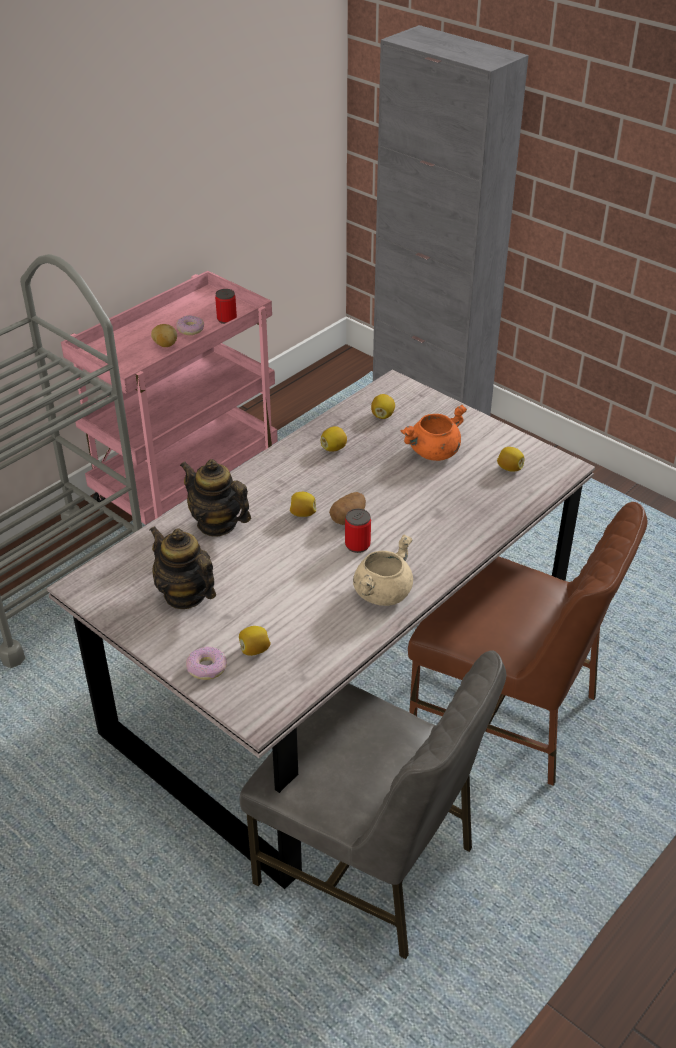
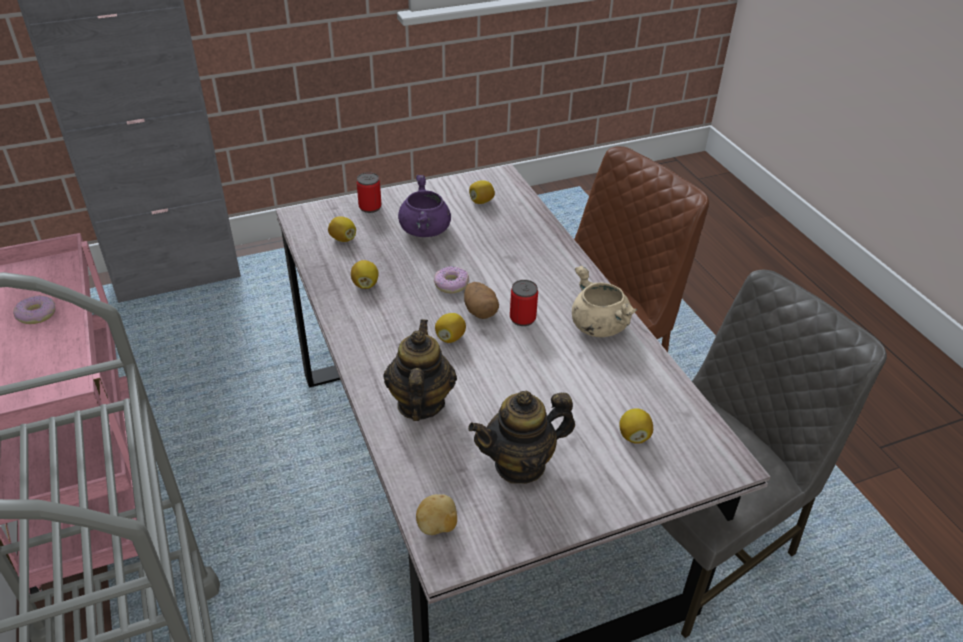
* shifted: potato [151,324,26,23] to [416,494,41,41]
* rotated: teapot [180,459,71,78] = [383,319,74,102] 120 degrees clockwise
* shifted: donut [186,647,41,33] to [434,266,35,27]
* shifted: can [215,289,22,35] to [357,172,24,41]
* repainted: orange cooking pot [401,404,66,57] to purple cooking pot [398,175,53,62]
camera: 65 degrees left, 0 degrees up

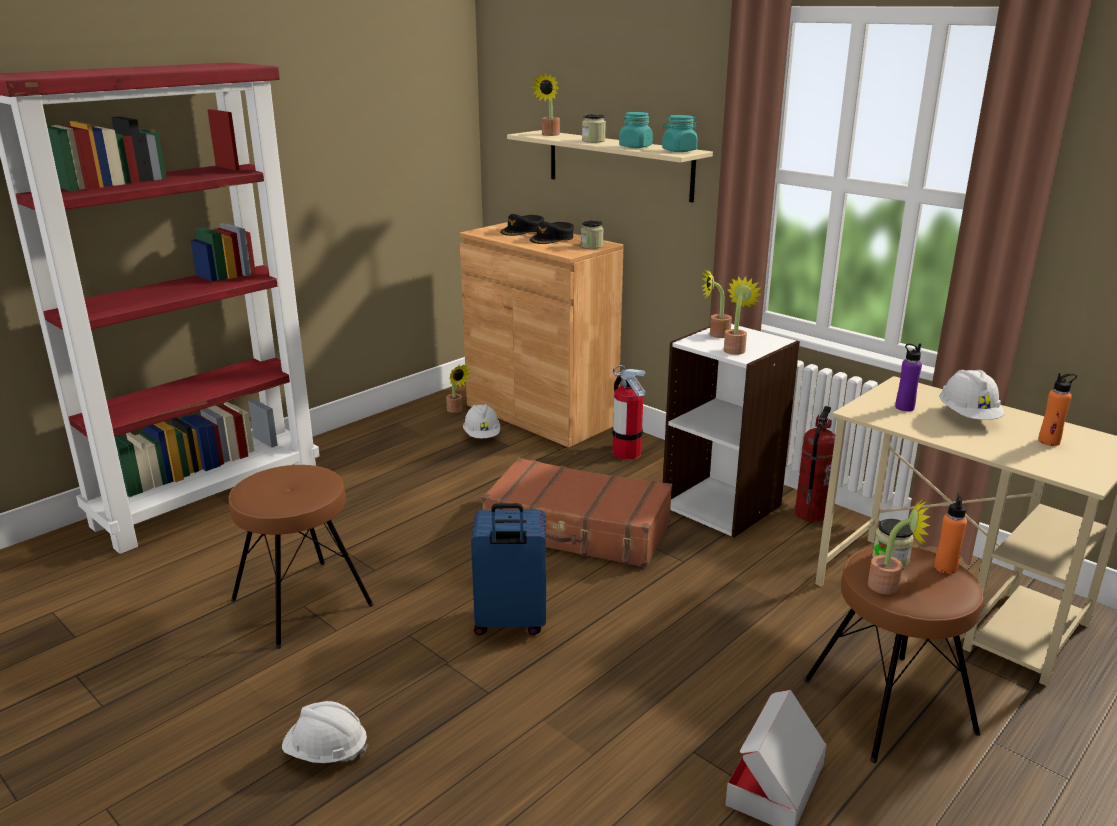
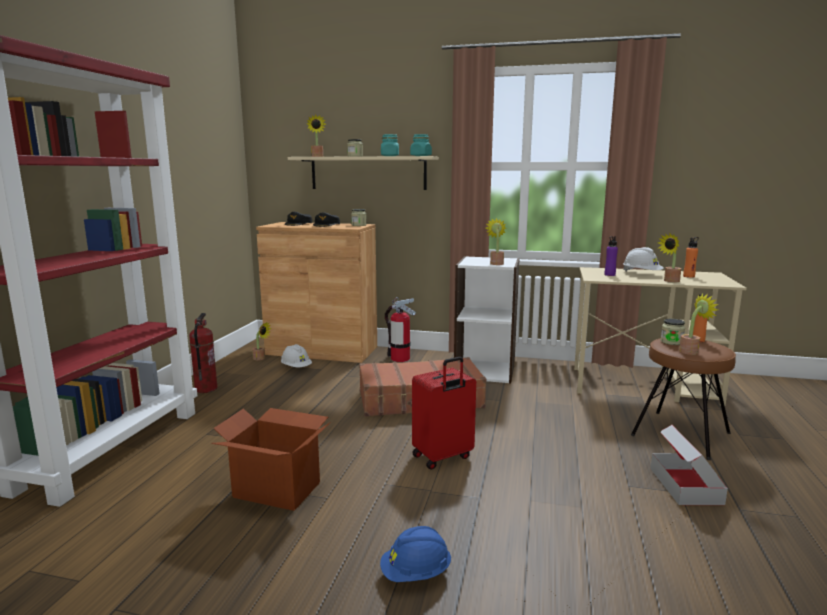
* swapped: brown stool [228,465,146,184] to cardboard box [211,408,120,103]
* repainted: white hard hat [282,701,86,62] to blue hard hat [380,526,71,56]
* repainted: blue suitcase [471,503,75,132] to red suitcase [412,357,64,113]
* shifted: potted plant [701,268,31,70] to [657,233,24,49]
* shifted: fire extinguisher [795,406,40,116] to [189,313,28,80]
camera: 30 degrees left, 10 degrees down

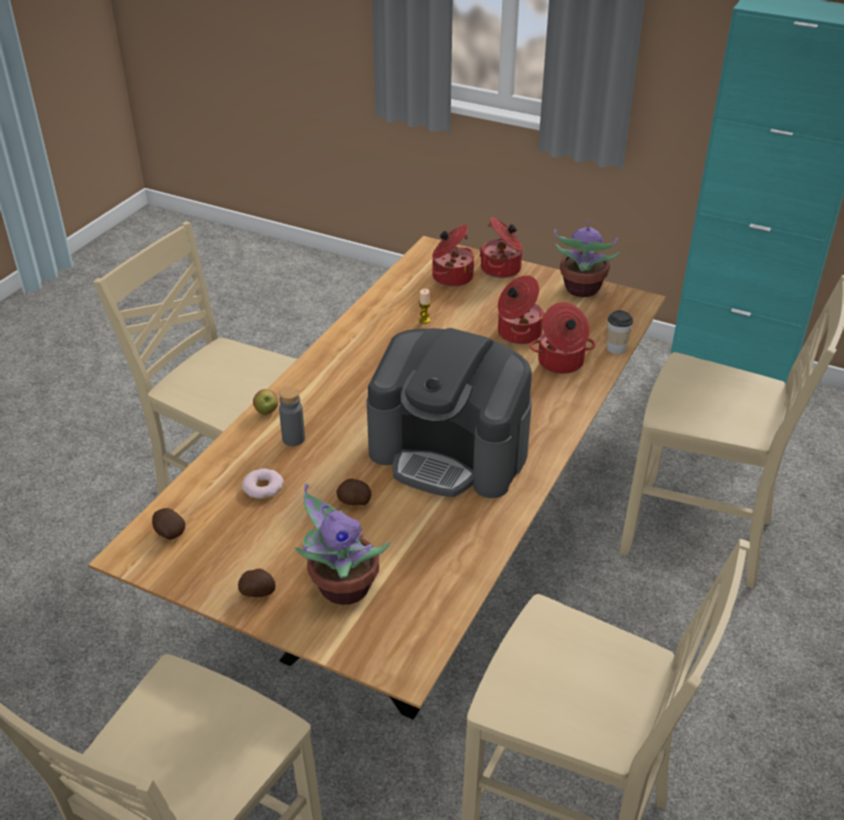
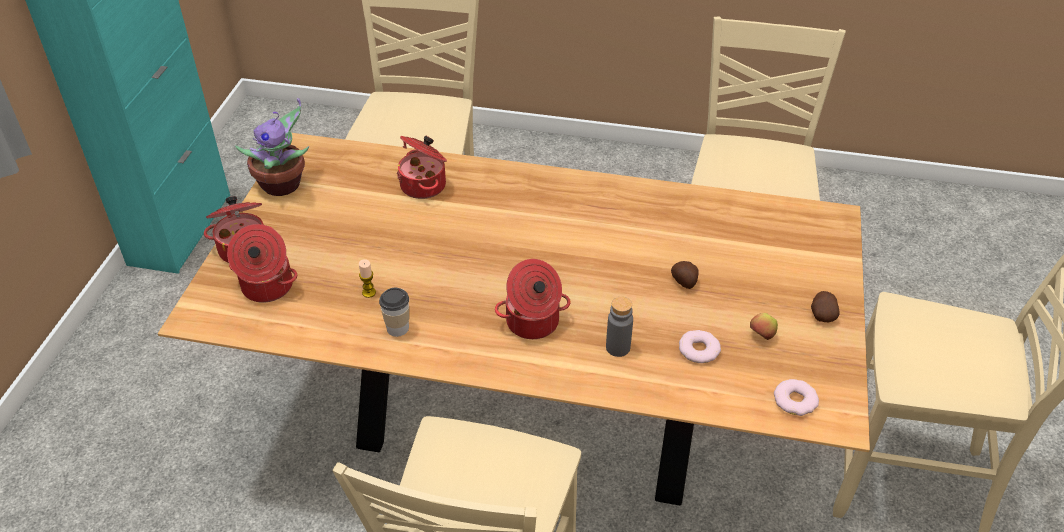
* swapped: potato [152,508,33,32] to donut [774,379,45,37]
* shifted: apple [253,389,25,26] to [750,313,28,27]
* gone: potted plant [294,483,97,122]
* gone: coffee machine [366,328,166,170]
* shifted: cooking pot [498,276,47,68] to [495,259,76,80]
* shifted: cup [607,310,26,44] to [379,288,30,49]
camera: 105 degrees left, 5 degrees up

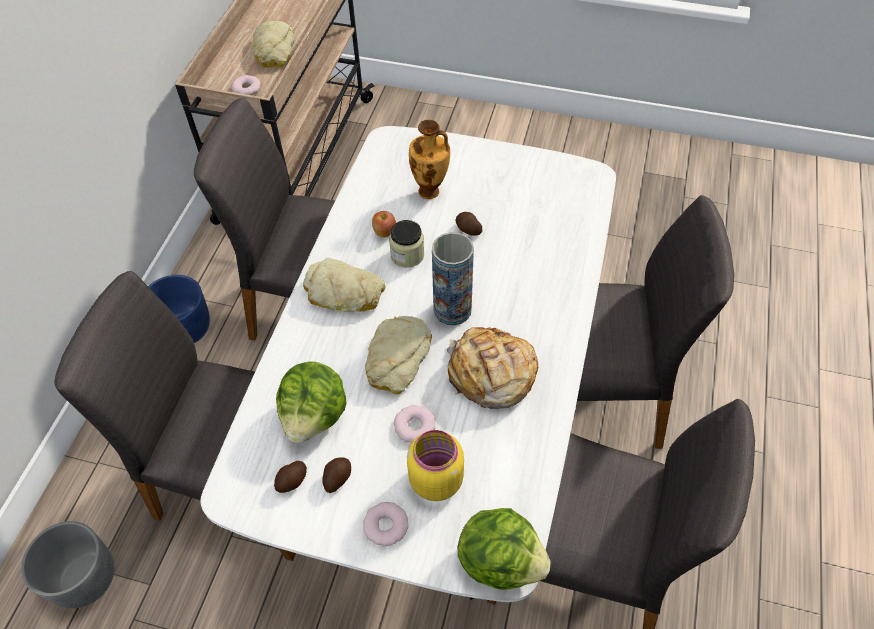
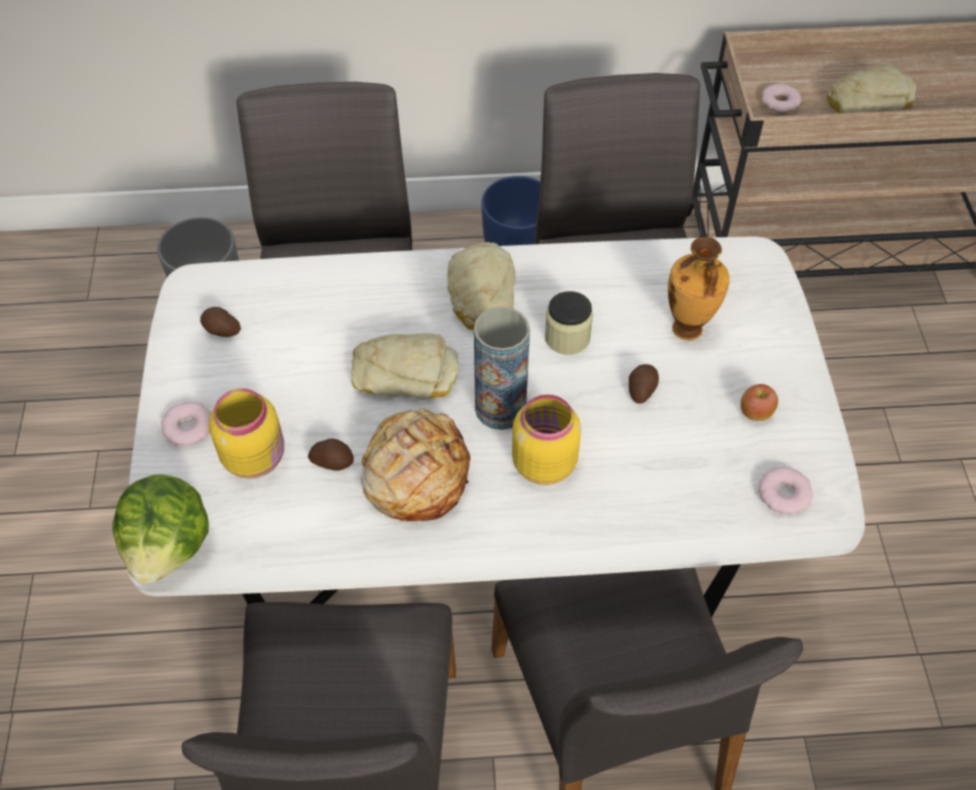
* gone: lettuce [276,361,71,82]
* shifted: potato [322,457,29,36] to [308,438,46,33]
* shifted: apple [372,211,24,27] to [740,384,38,37]
* shifted: donut [394,405,41,38] to [759,466,54,48]
* new: yellow jar [512,394,69,91]
camera: 70 degrees right, 0 degrees up

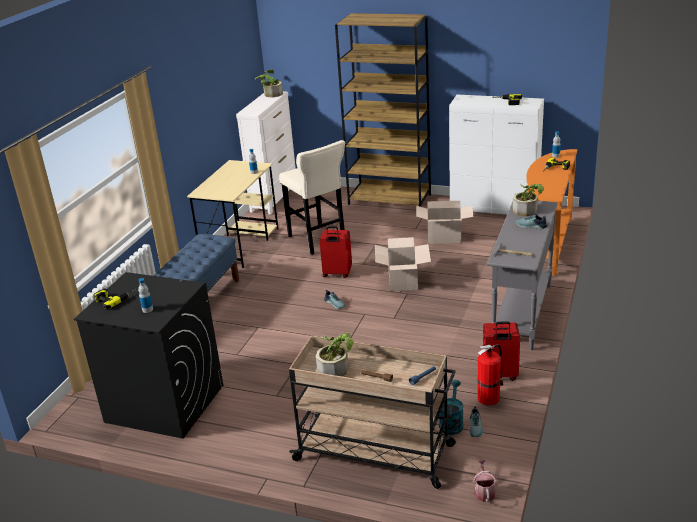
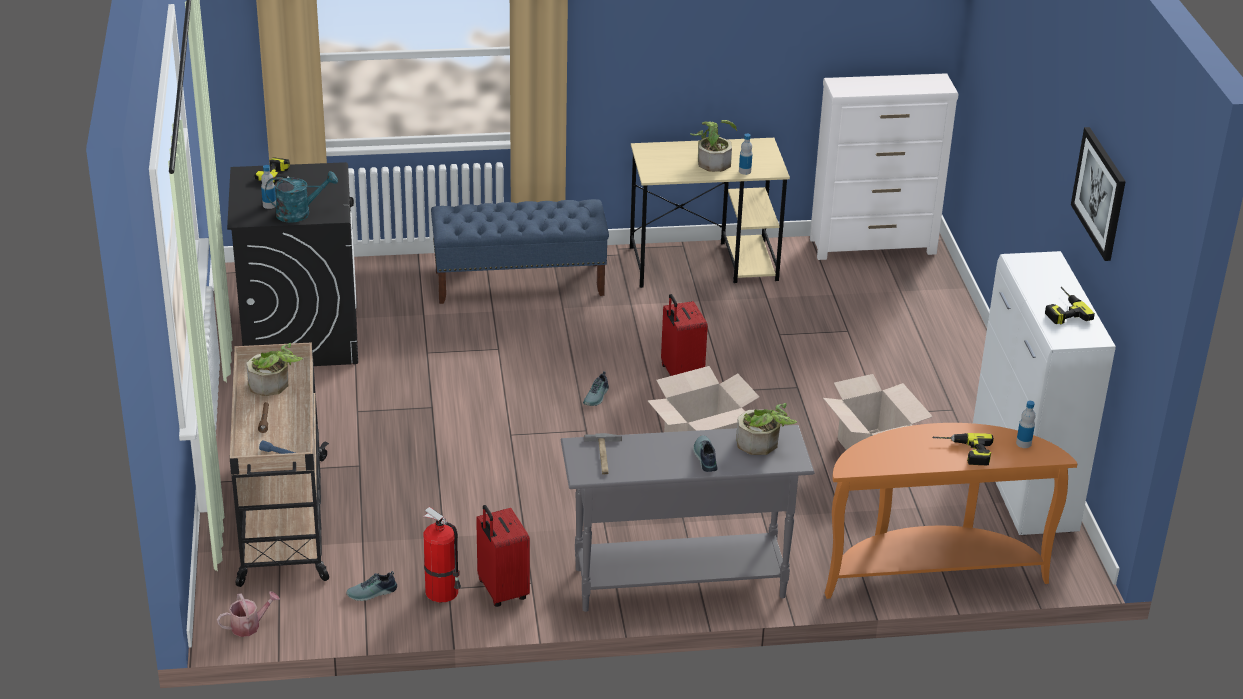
* shifted: potted plant [255,70,28,28] to [690,120,47,52]
* gone: beige stool [279,140,66,115]
* gone: brown bookcase [335,13,96,194]
* shifted: turquoise watering can [439,380,25,55] to [265,171,73,52]
* new: picture [1071,127,55,134]
camera: 60 degrees right, 5 degrees up

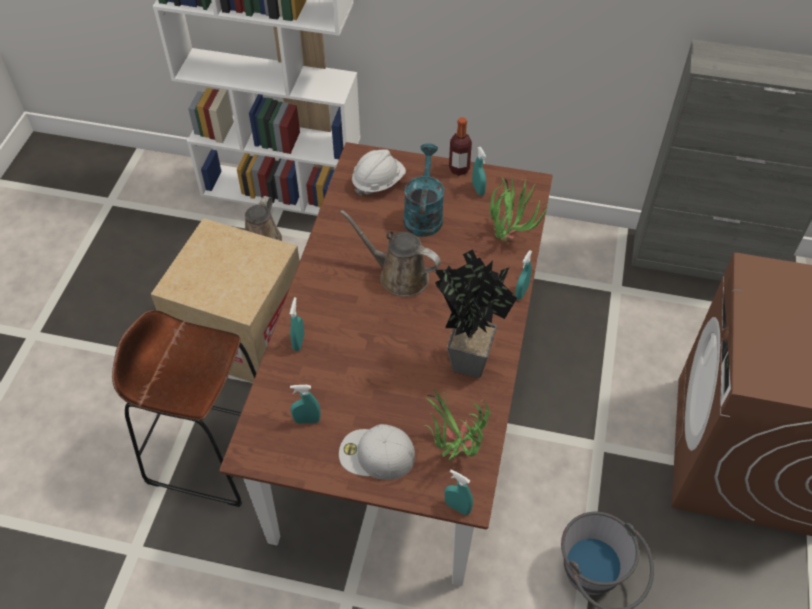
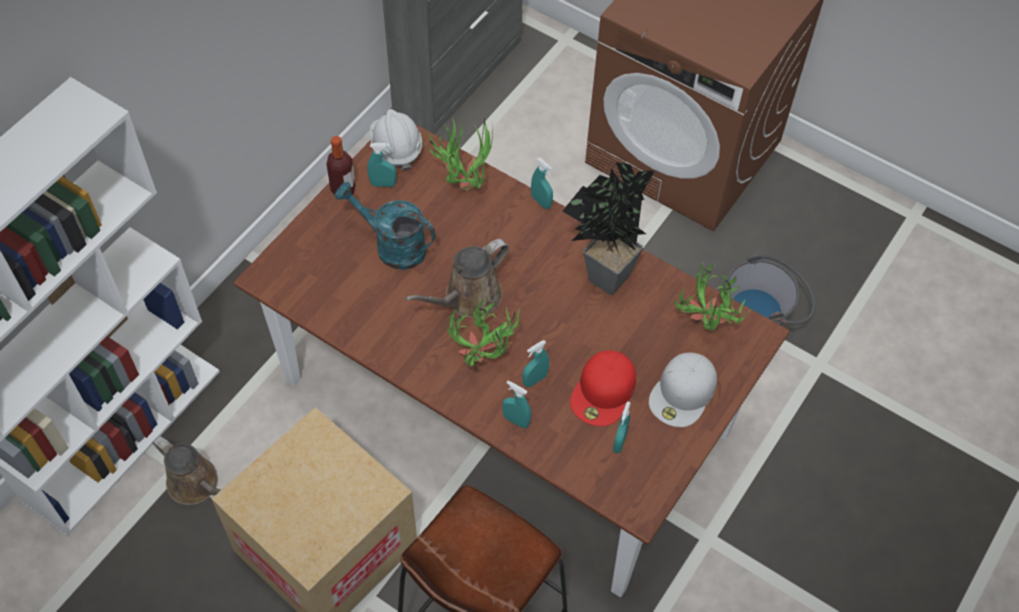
* shifted: white hard hat [352,150,54,46] to [370,109,52,61]
* shifted: turquoise spray bottle [444,469,29,46] to [522,340,27,47]
* new: potted plant [447,299,75,67]
* new: red cap [570,350,66,76]
camera: 70 degrees left, 5 degrees up

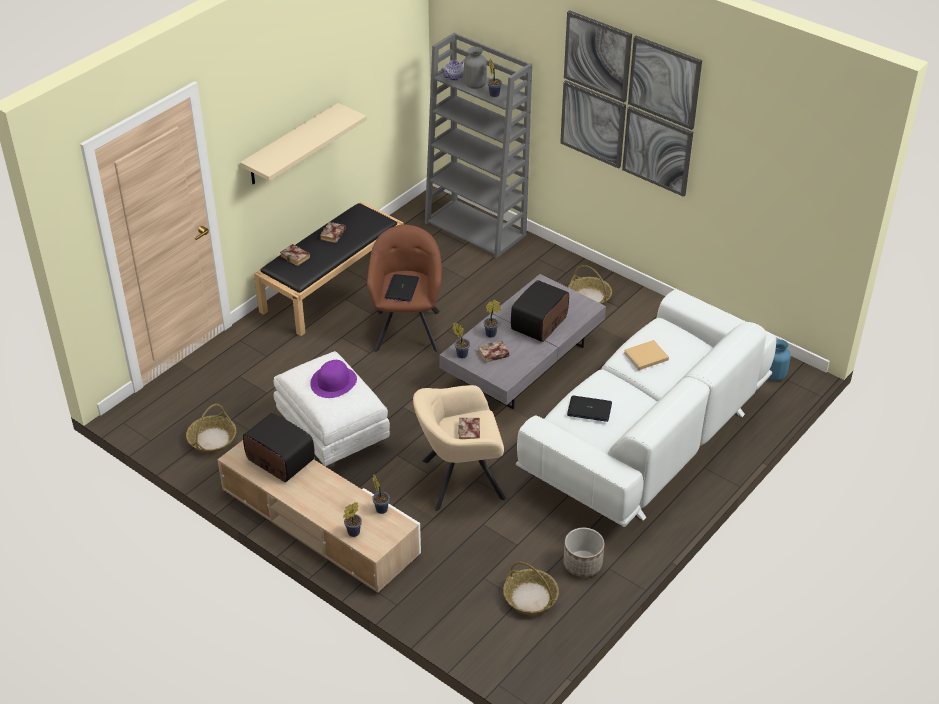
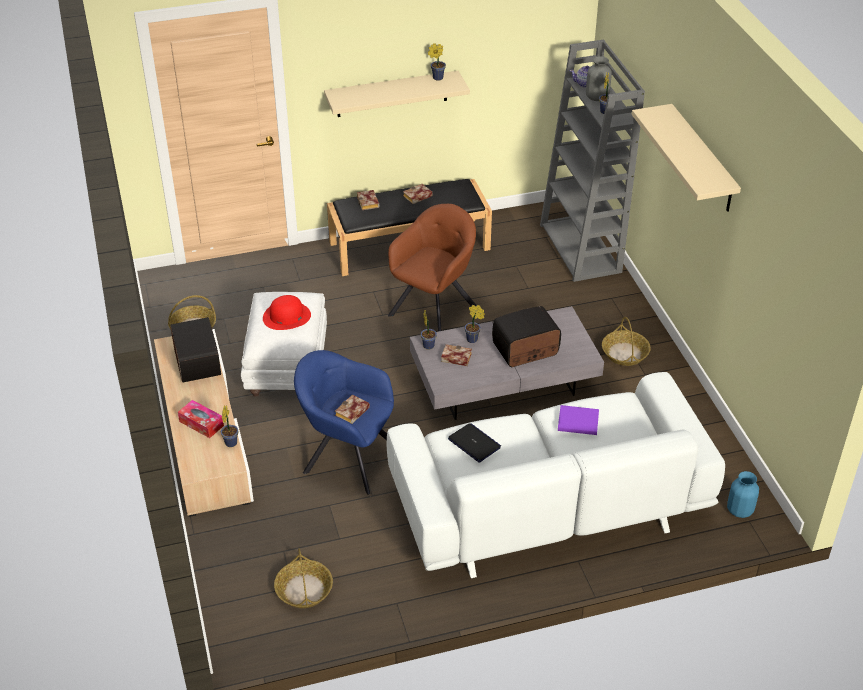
* repainted: purple hat [310,360,47,38] to red hat [263,295,48,35]
* shifted: potted plant [343,502,19,35] to [428,43,18,38]
* gone: laptop [385,274,34,28]
* repainted: beige armchair [413,385,93,126] to blue armchair [294,350,100,145]
* swapped: picture [560,10,142,187] to beige shelf [632,104,109,108]
* gone: planter [563,528,41,49]
* repainted: beige book [624,340,45,30] to purple book [558,405,41,30]
* new: tissue box [178,400,46,38]
camera: 35 degrees right, 0 degrees up

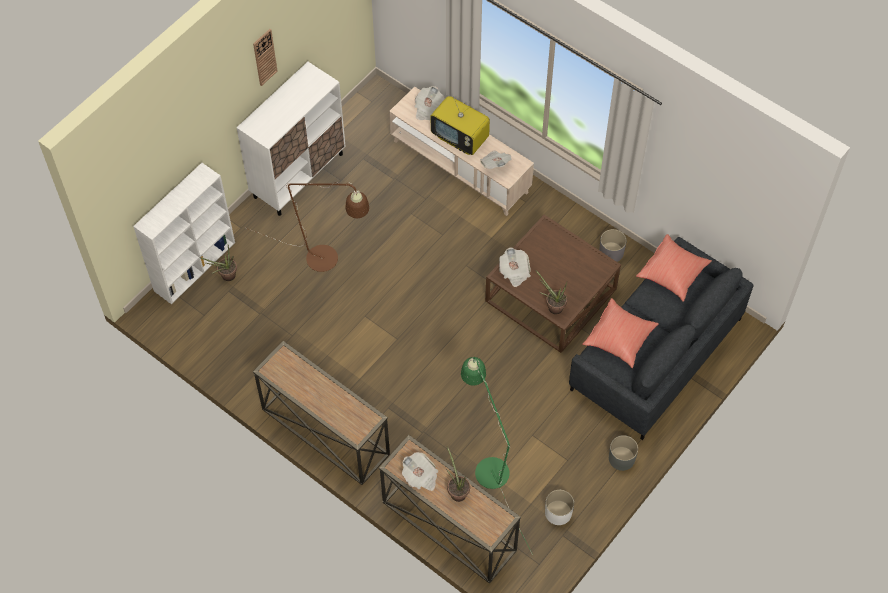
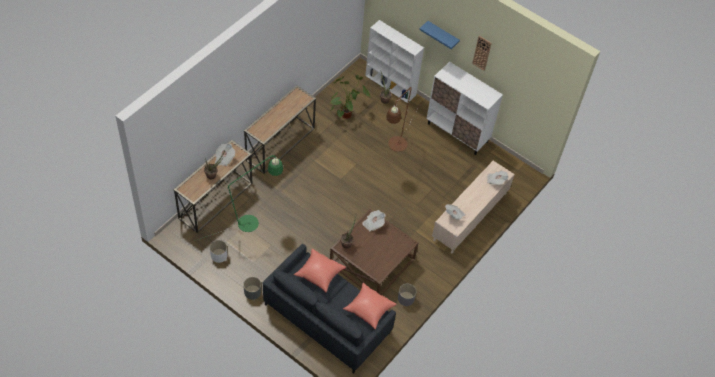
* gone: television [431,96,59,59]
* new: potted plant [330,75,41,44]
* new: blue shelf [419,21,41,28]
camera: 85 degrees right, 5 degrees down

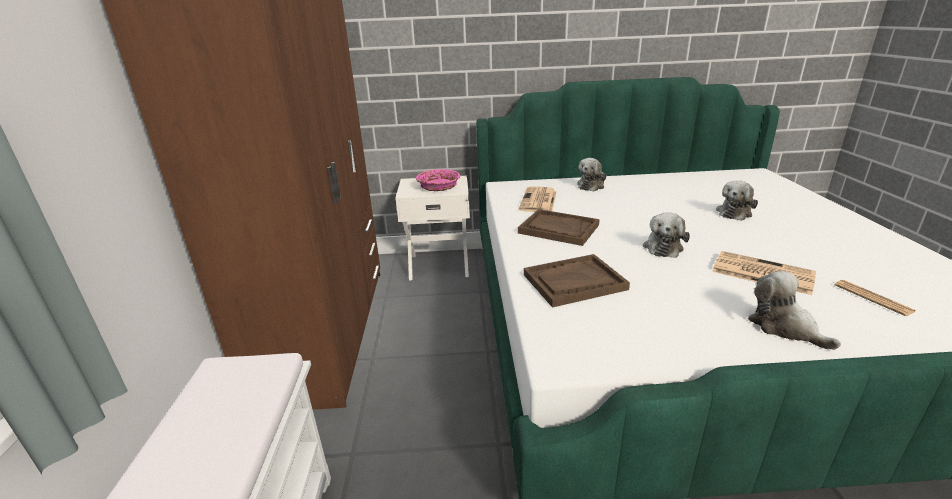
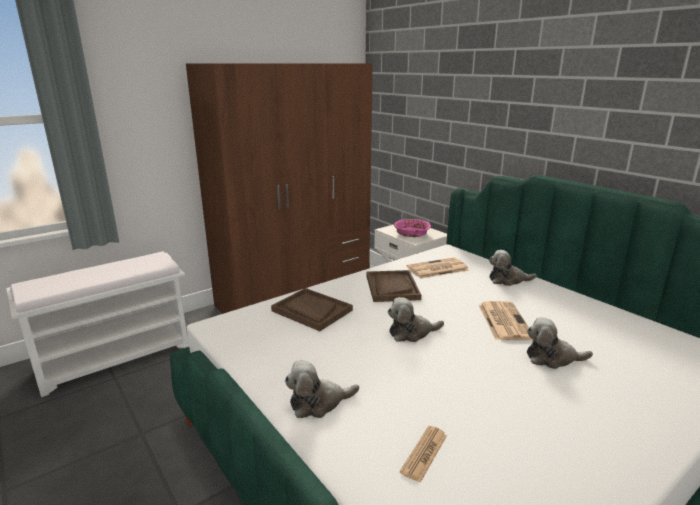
* shifted: newspaper [712,251,104,44] to [479,301,54,39]
* rotated: plush toy [748,271,93,79] = [285,360,74,58] 135 degrees counterclockwise
camera: 55 degrees right, 5 degrees down

